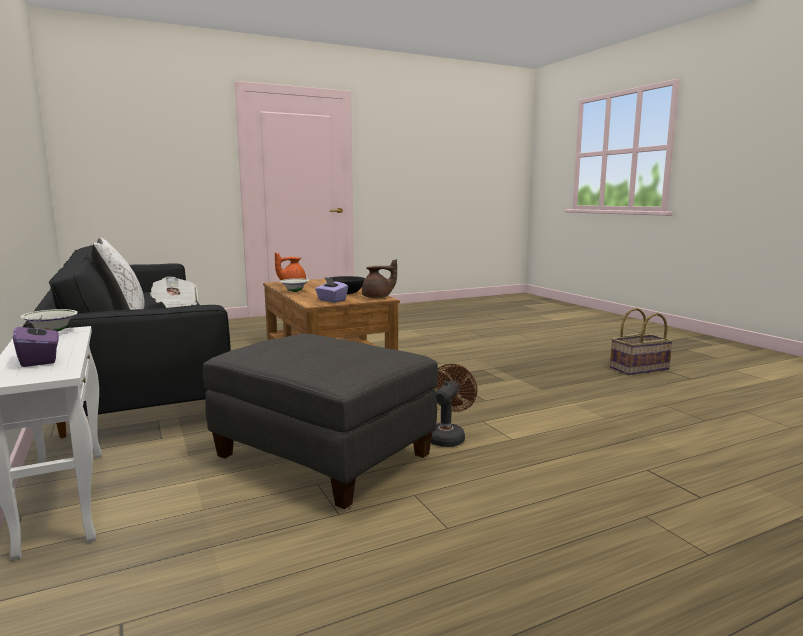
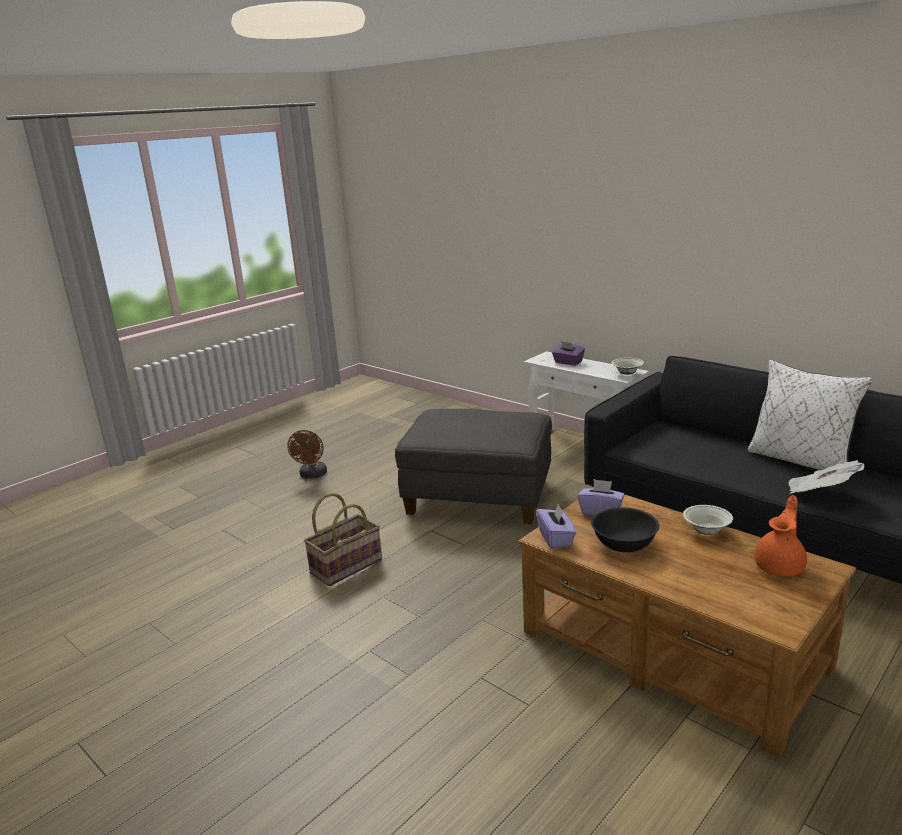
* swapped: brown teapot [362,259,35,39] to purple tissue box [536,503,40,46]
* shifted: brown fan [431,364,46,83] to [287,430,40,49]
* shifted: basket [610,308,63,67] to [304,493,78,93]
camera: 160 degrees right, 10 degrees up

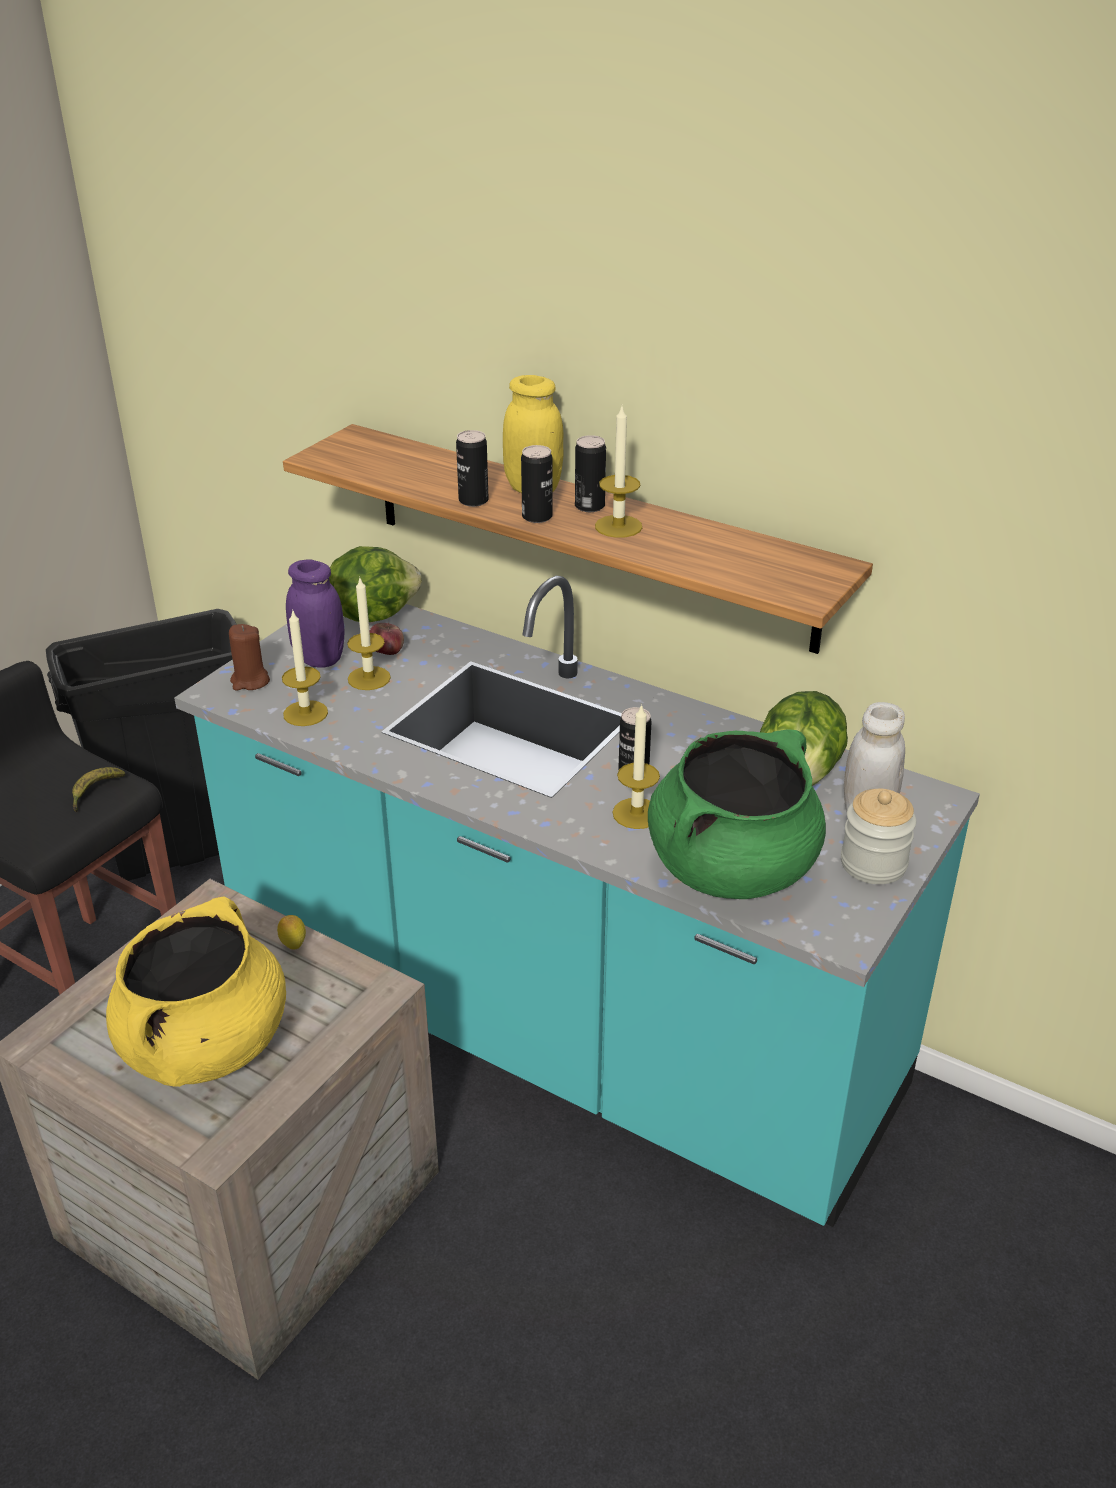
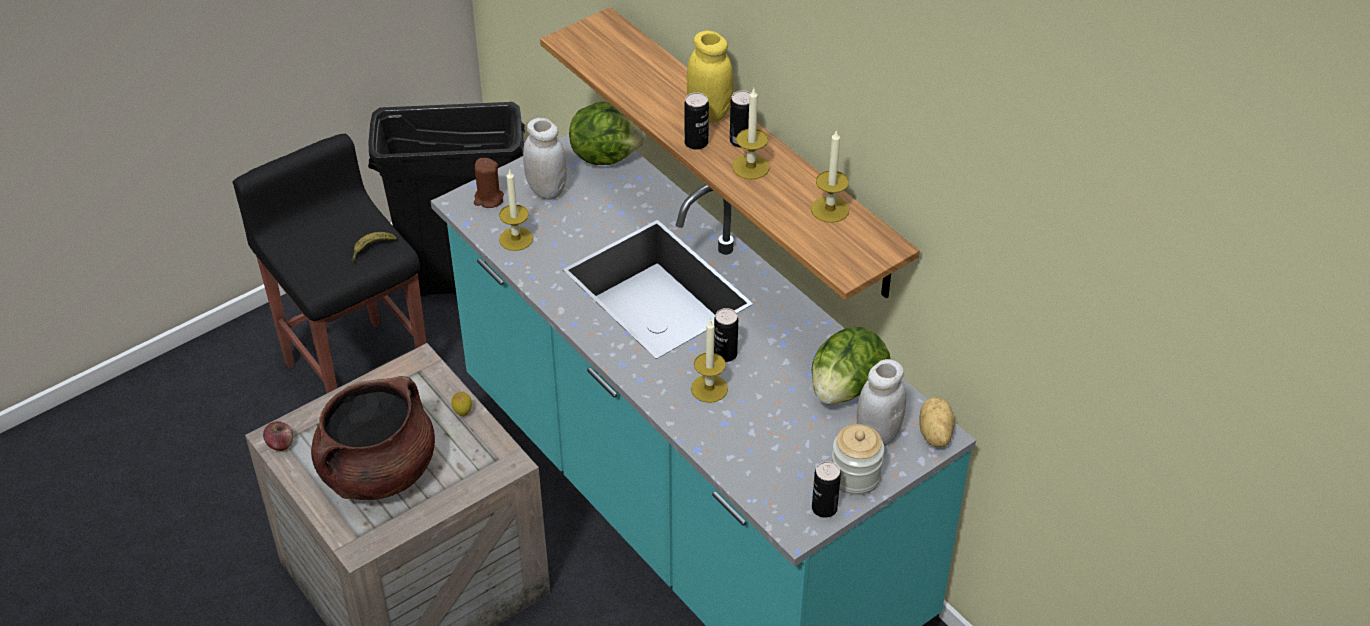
* repainted: yellow cooking pot [106,896,180,191] to brown cooking pot [311,376,124,124]
* repainted: purple jar [286,560,59,107] to white jar [523,118,44,81]
* shifted: candle [347,576,44,114] to [811,129,38,94]
* shifted: apple [370,623,34,32] to [263,421,30,30]
* shifted: can [456,430,33,77] to [812,461,29,57]
* gone: green cooking pot [648,730,178,169]
* new: potato [919,397,36,50]
camera: 20 degrees right, 10 degrees up

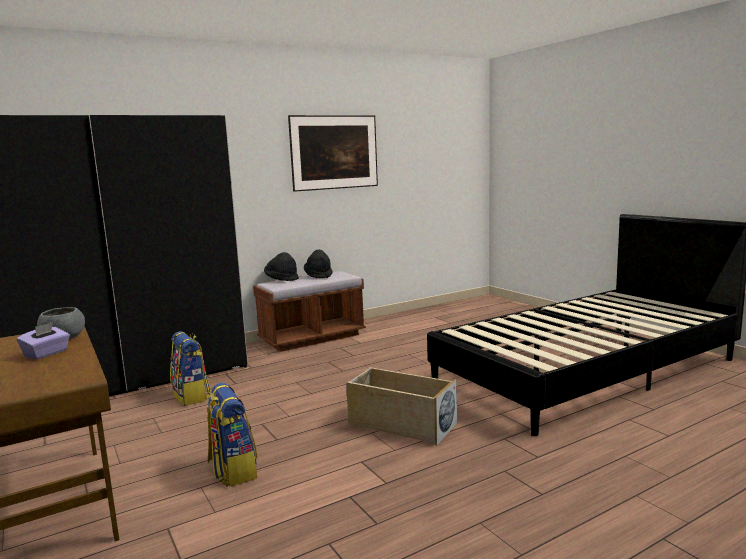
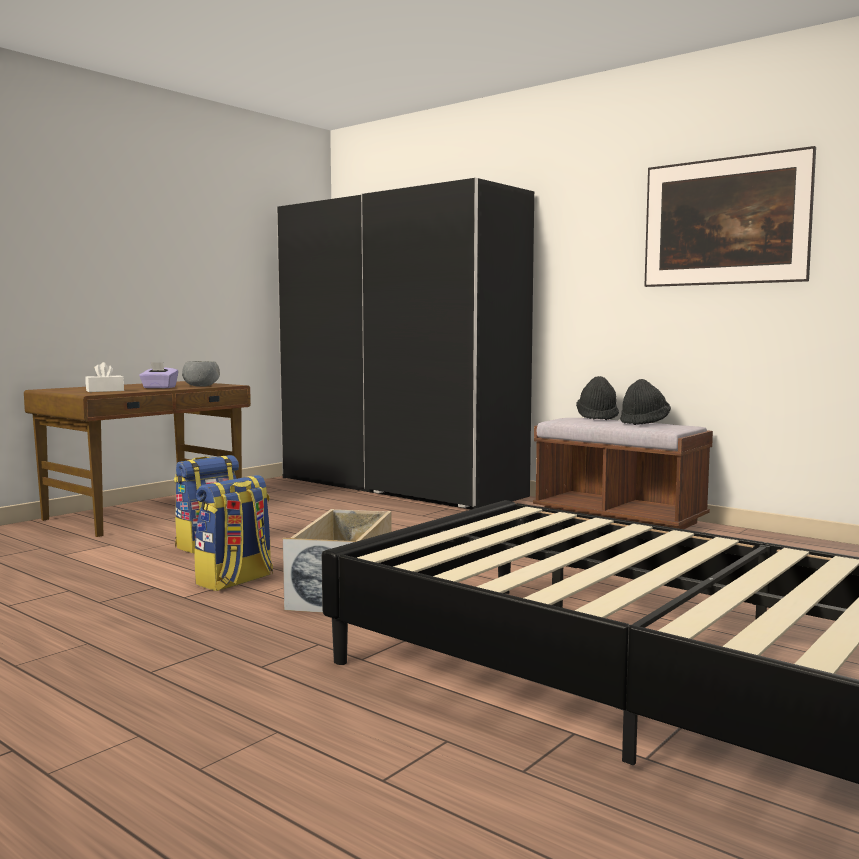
* shifted: backpack [170,331,41,75] to [195,475,78,116]
* new: white tissue box [85,362,39,30]
camera: 70 degrees right, 5 degrees down

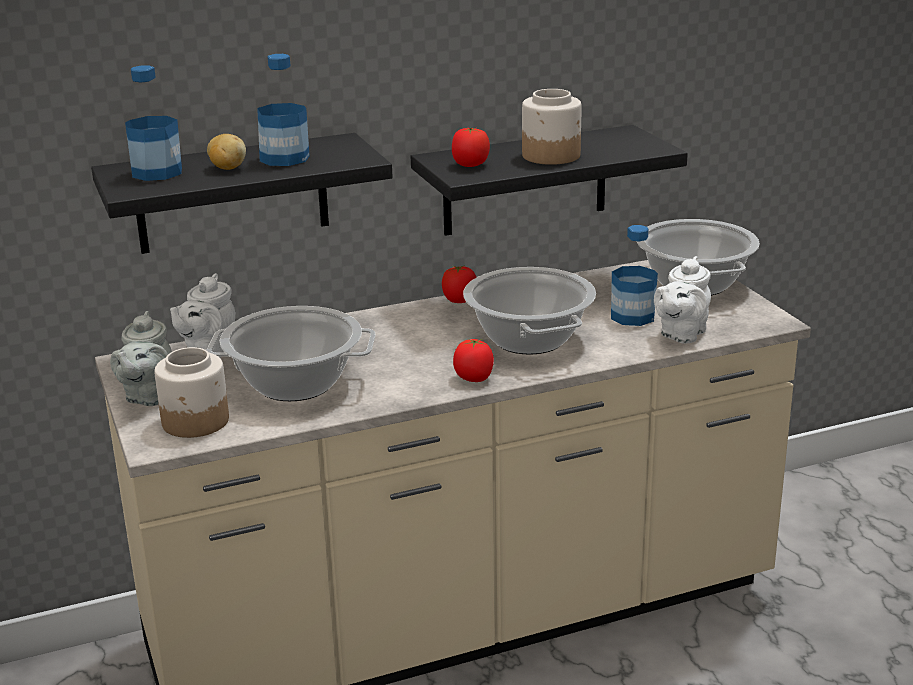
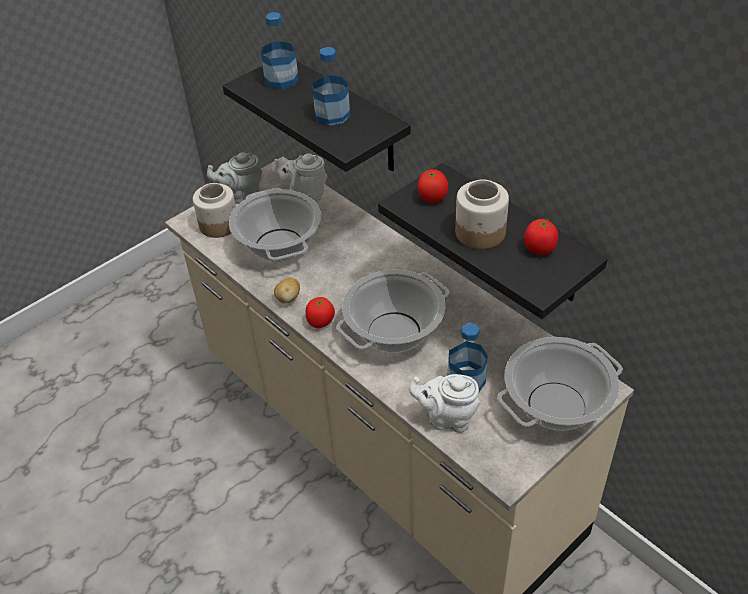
* shifted: potato [207,134,39,36] to [274,277,26,27]
* shifted: tomato [442,265,34,38] to [524,219,34,36]
camera: 70 degrees right, 20 degrees up

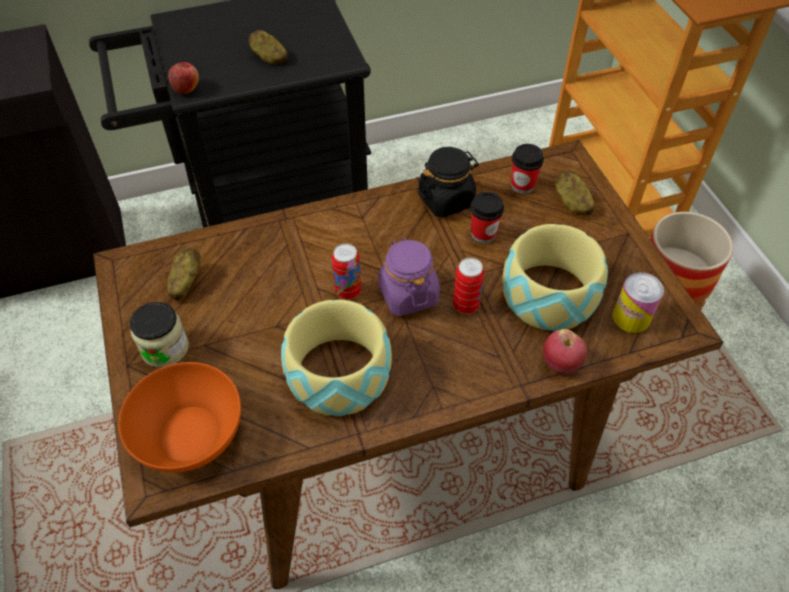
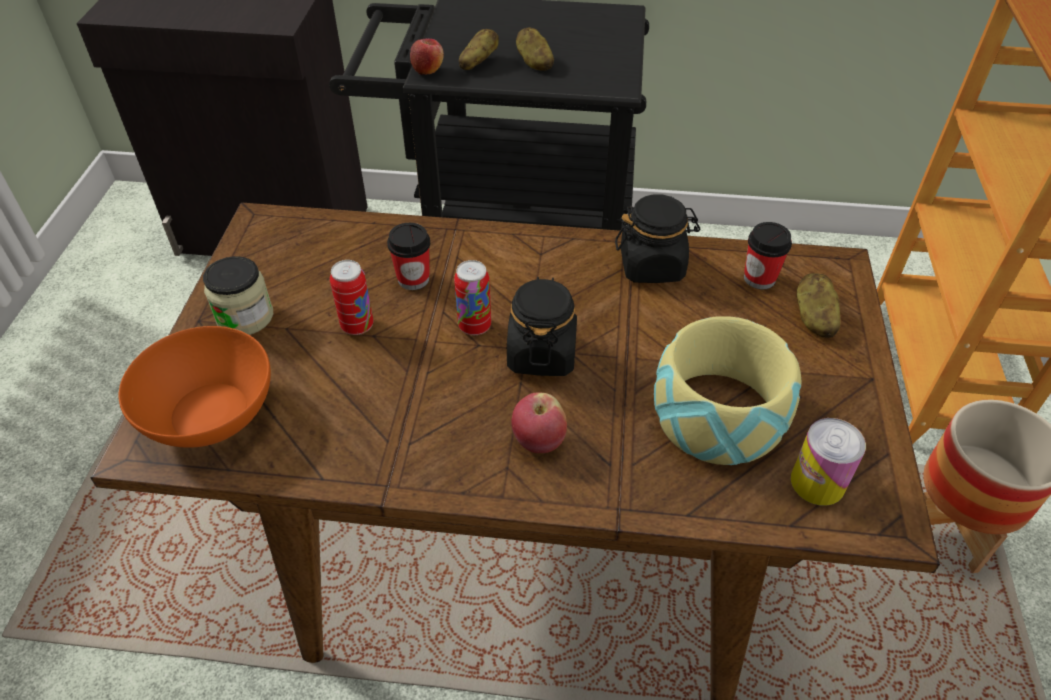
* shifted: potato [167,248,34,52] to [459,29,40,41]
* gone: bowl [281,299,111,117]
* repainted: purple jar [378,237,62,79] to black jar [507,277,70,99]
* shifted: can [453,258,31,56] to [330,260,43,75]
* shifted: cup [470,192,34,51] to [387,223,43,67]
* shifted: apple [543,329,44,45] to [511,392,56,61]
camera: 25 degrees right, 5 degrees down

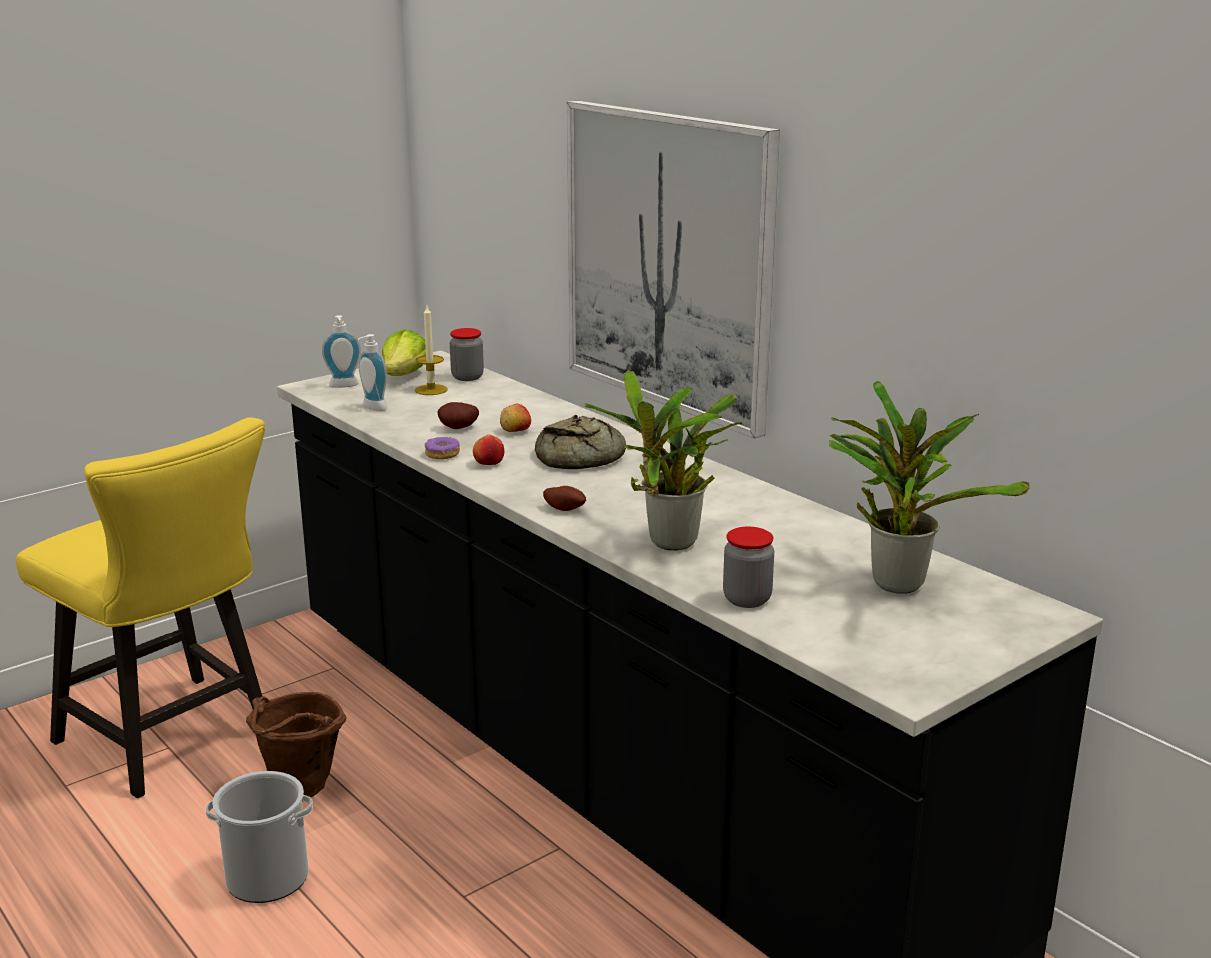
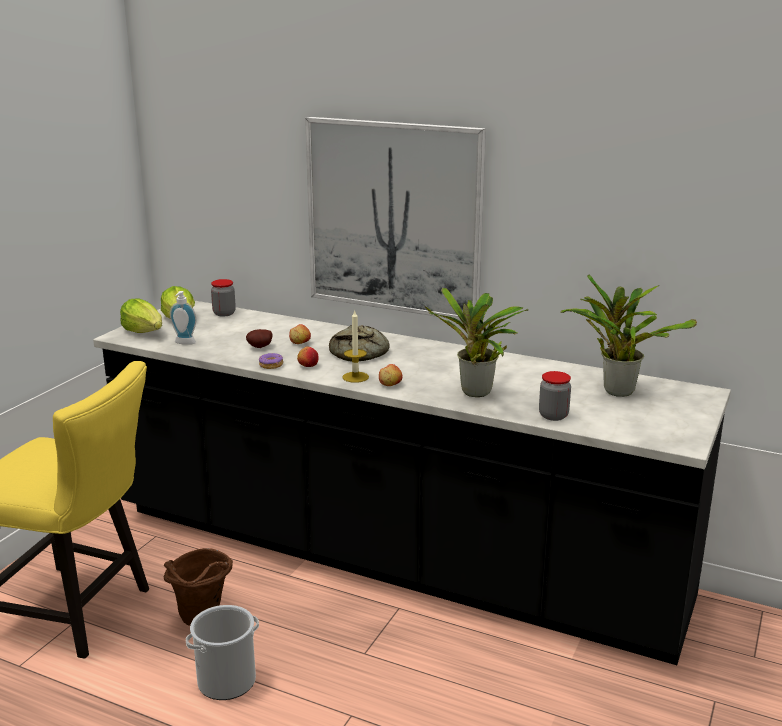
* swapped: soap dispenser [322,315,39,73] to lettuce [120,298,42,35]
* shifted: candle [415,306,33,89] to [342,310,27,73]
* swapped: potato [543,486,43,25] to apple [379,364,23,22]
camera: 25 degrees left, 0 degrees up

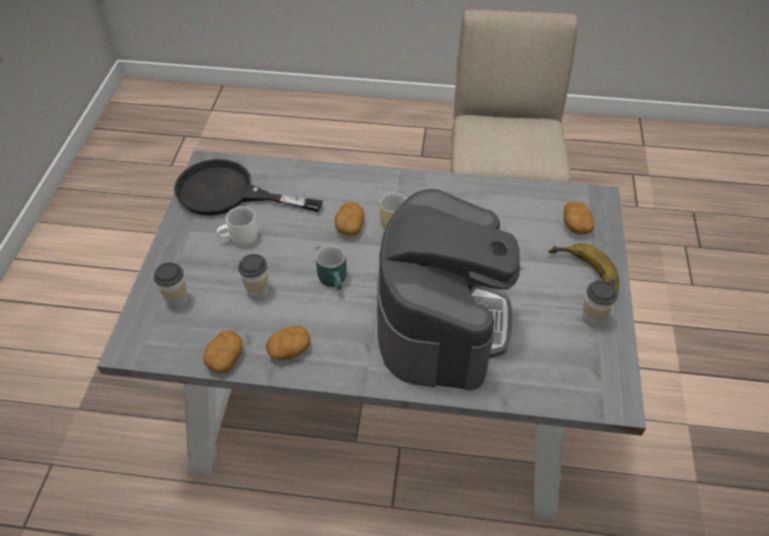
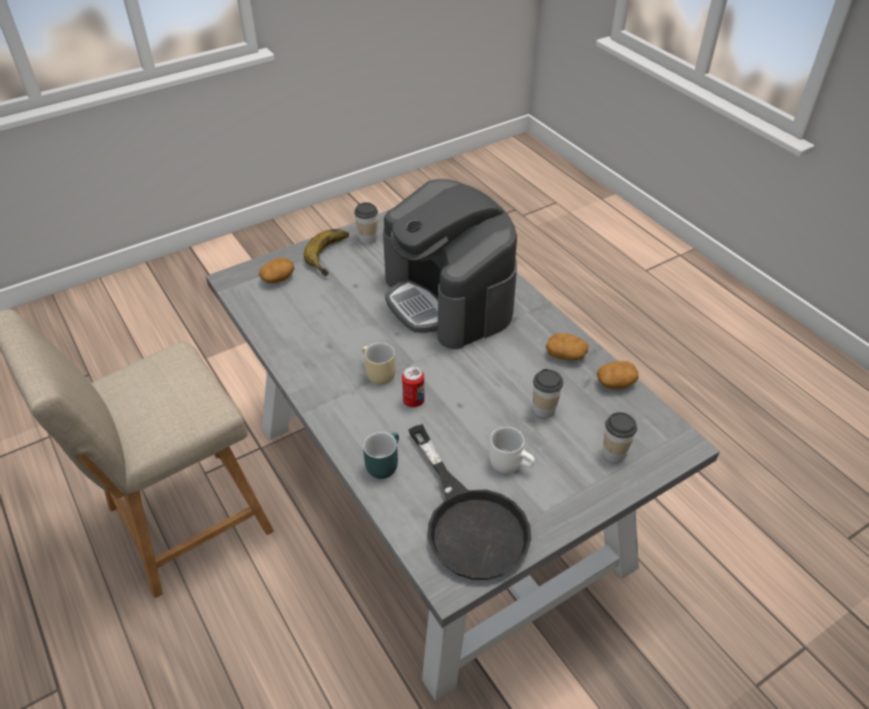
* shifted: turquoise mug [316,245,31,45] to [363,432,36,47]
* swapped: potato [335,202,29,34] to can [402,366,22,41]
* rotated: coffee machine [377,189,143,202] = [383,179,134,170] 90 degrees counterclockwise
camera: 130 degrees left, 5 degrees down

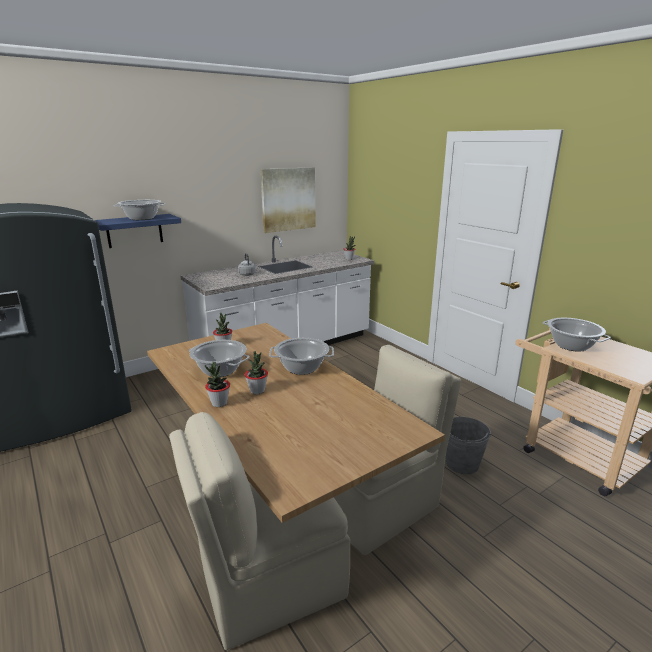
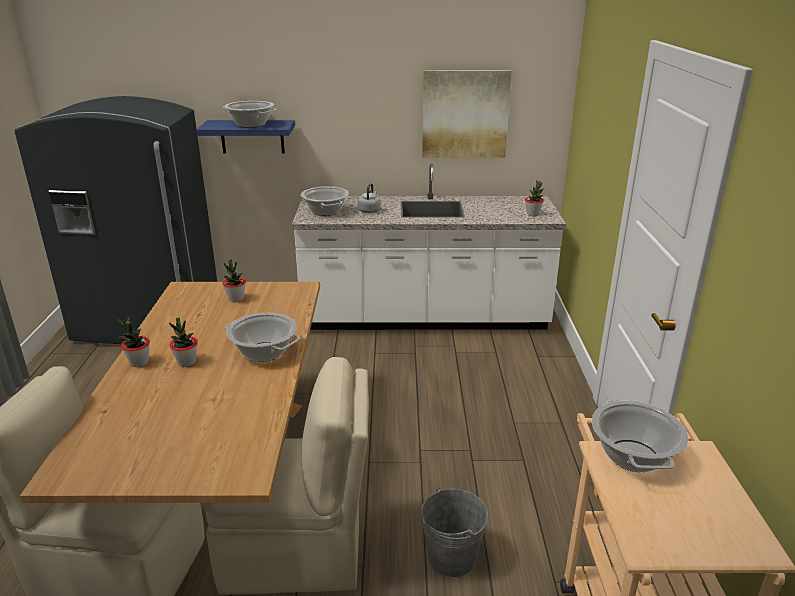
* shifted: cooking pot [189,340,61,37] to [301,186,48,30]
camera: 35 degrees right, 5 degrees up

